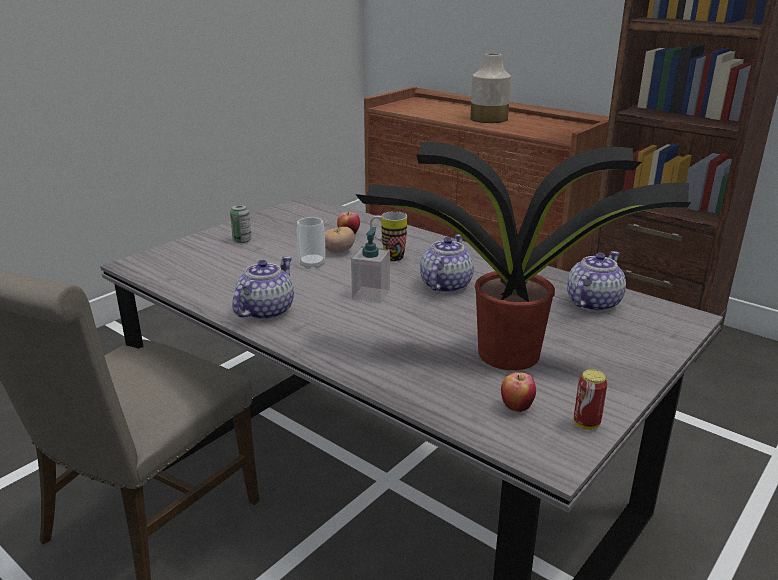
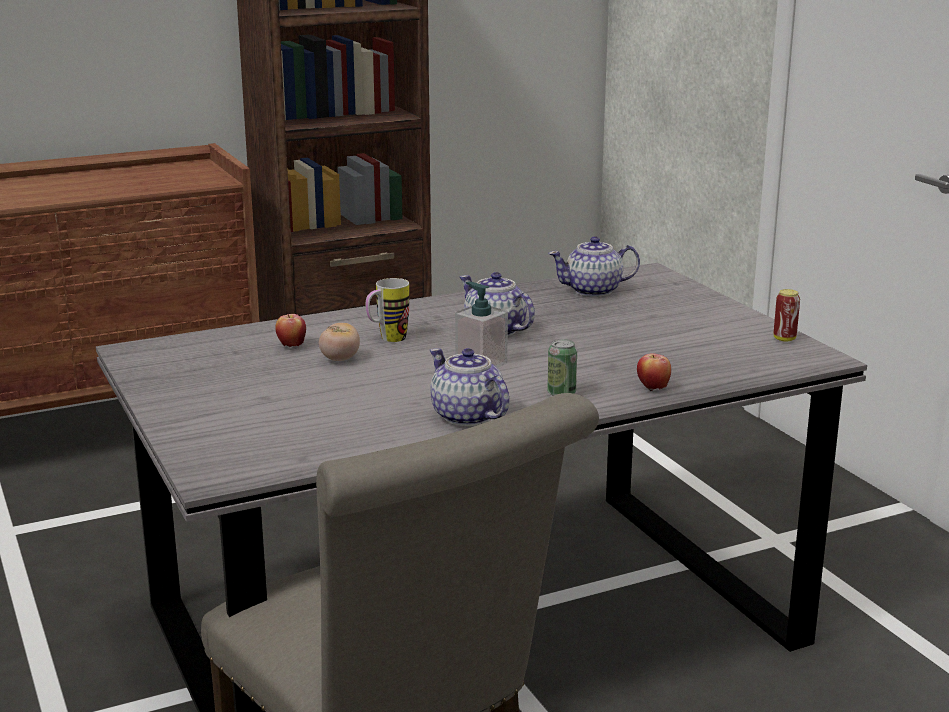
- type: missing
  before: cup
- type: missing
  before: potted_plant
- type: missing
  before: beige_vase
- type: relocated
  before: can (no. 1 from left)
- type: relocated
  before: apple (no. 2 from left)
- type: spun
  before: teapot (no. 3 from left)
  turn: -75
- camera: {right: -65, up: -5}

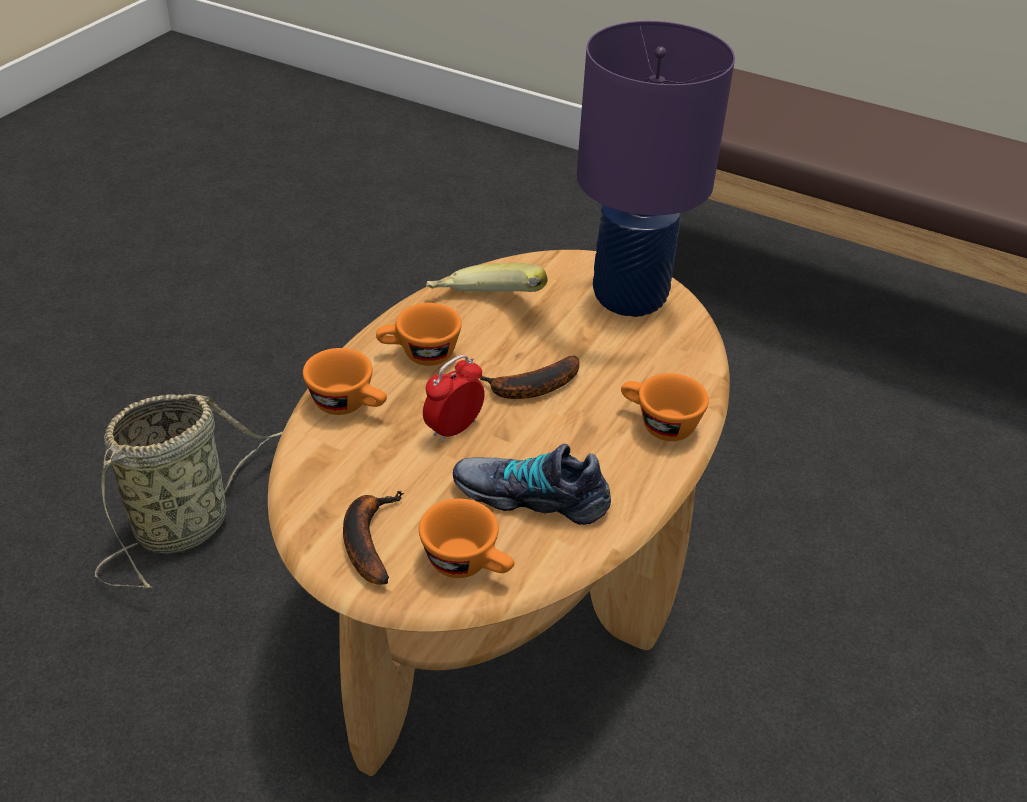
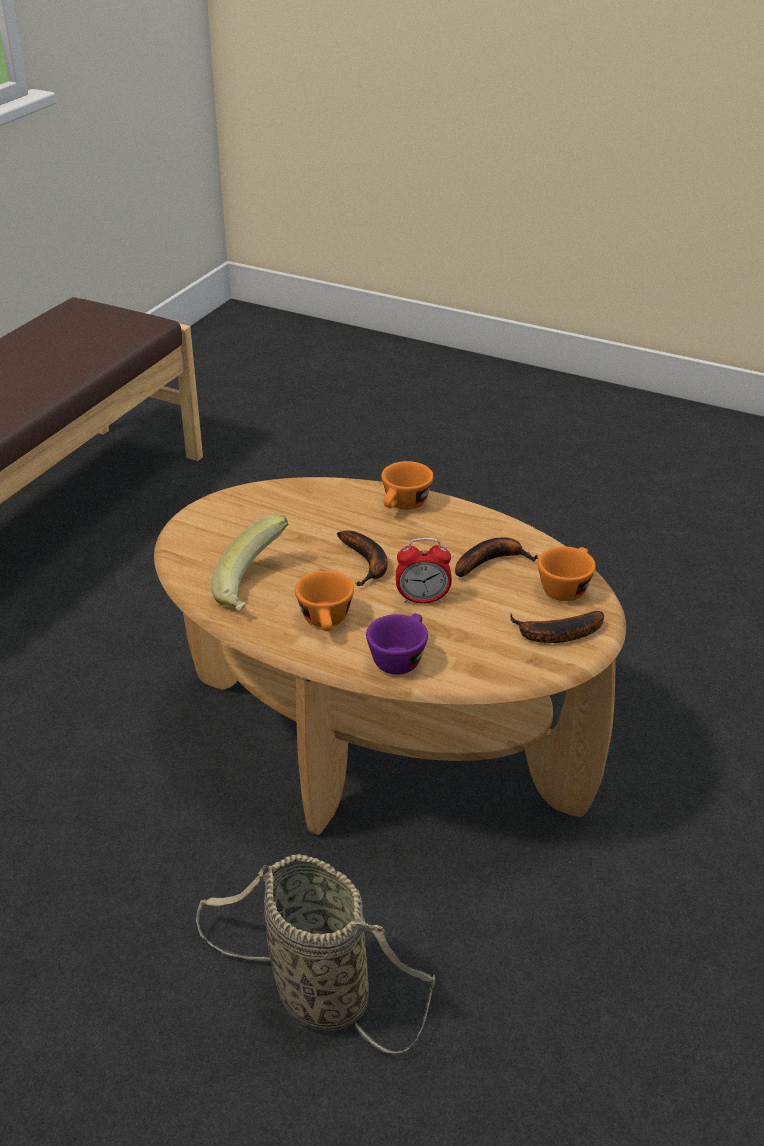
- type: missing
  before: purple_table_lamp
- type: exchanged
  before: shoe
  after: banana (no. 3 from left)
- type: colour
  before: orange_cup (no. 1 from left)
  after: purple_cup
- type: spun
  before: alarm_clock
  turn: -45
- camera: {right: -90, up: -5}

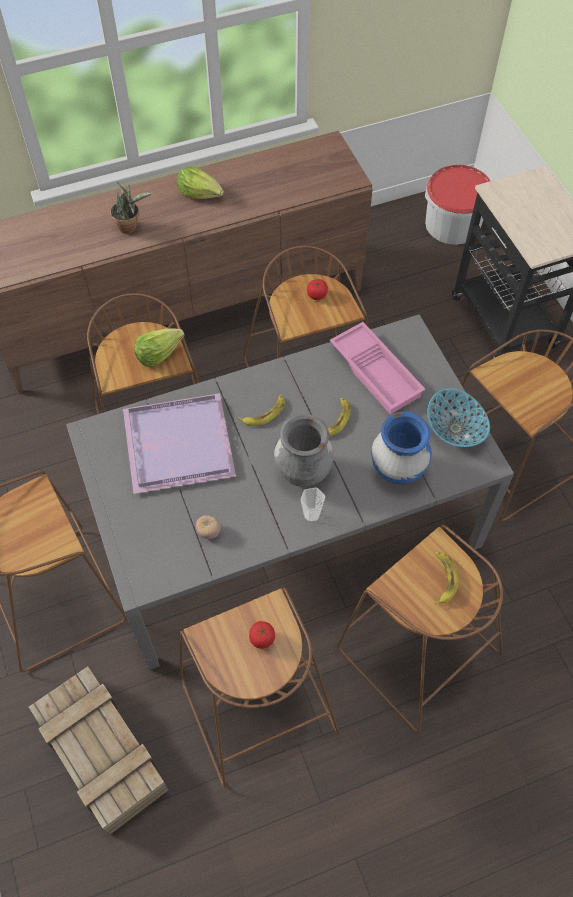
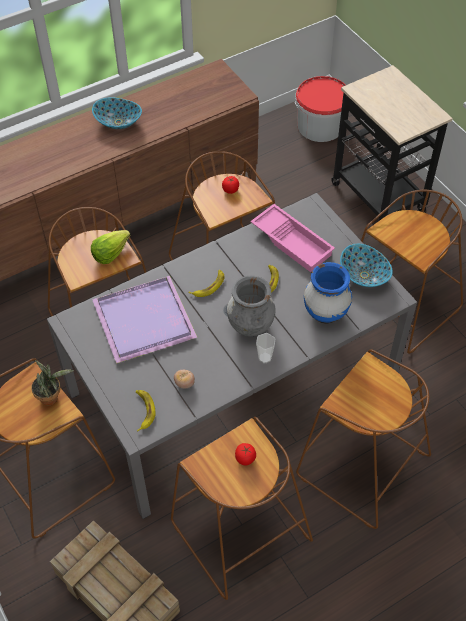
- type: relocated
  before: potted_plant
- type: relocated
  before: banana (no. 3 from left in the first image)
  after: banana (no. 1 from left)
- type: exchanged
  before: lettuce (no. 2 from left)
  after: bowl (no. 1 from left)
- camera: {right: -10, up: -5}

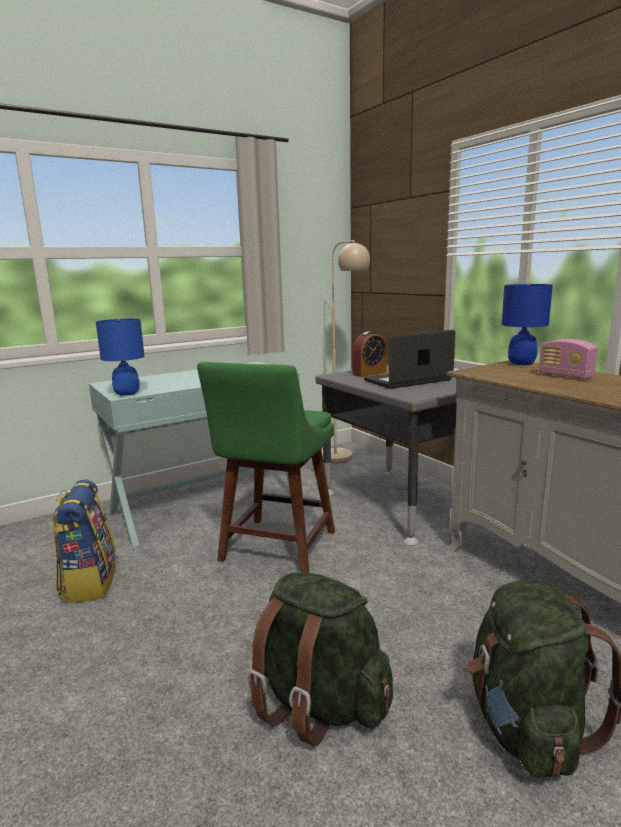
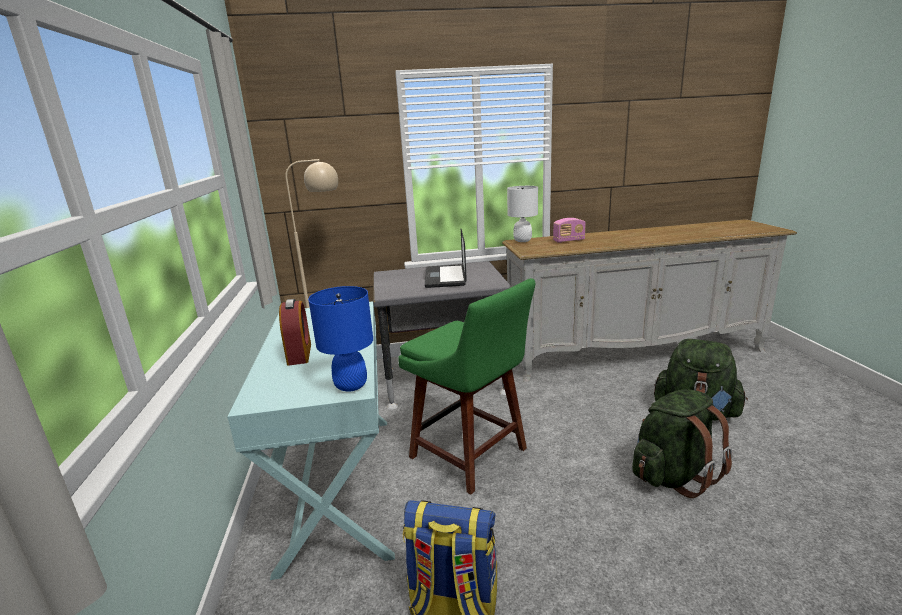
- type: relocated
  before: alarm_clock
- type: colour
  before: blue_table_lamp (no. 2 from left)
  after: white_table_lamp
- camera: {right: -65, up: 5}

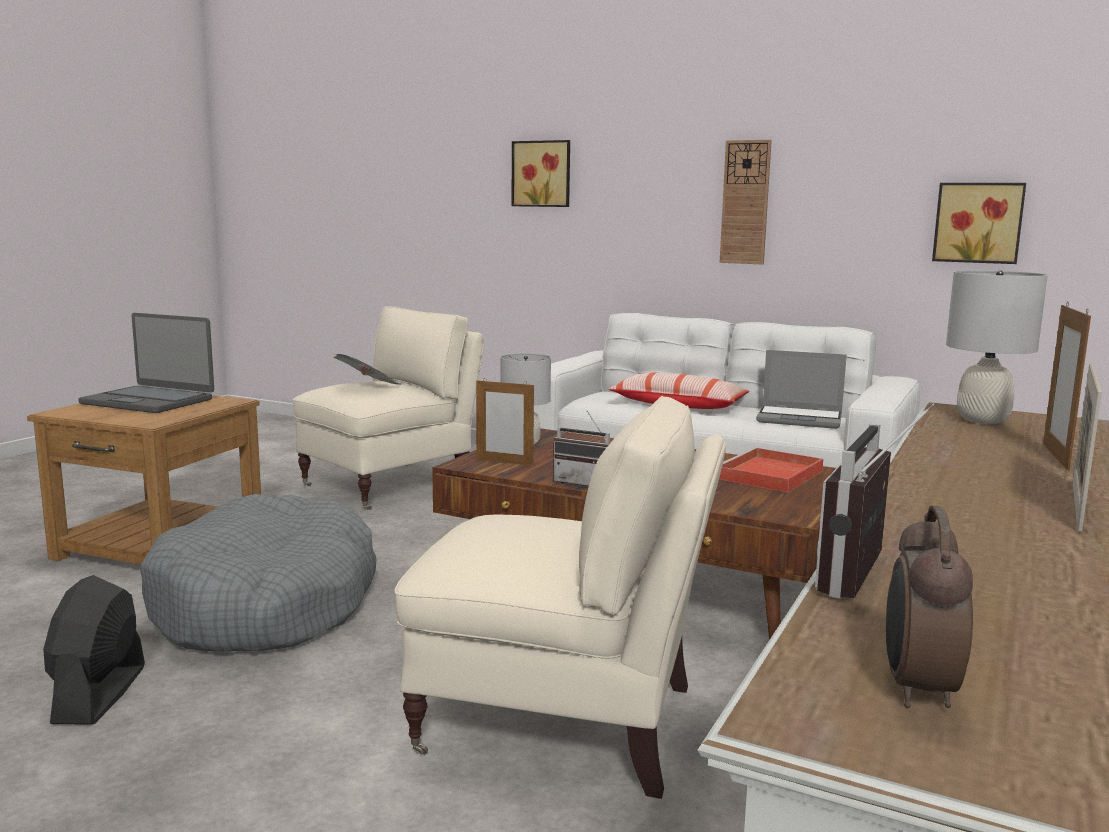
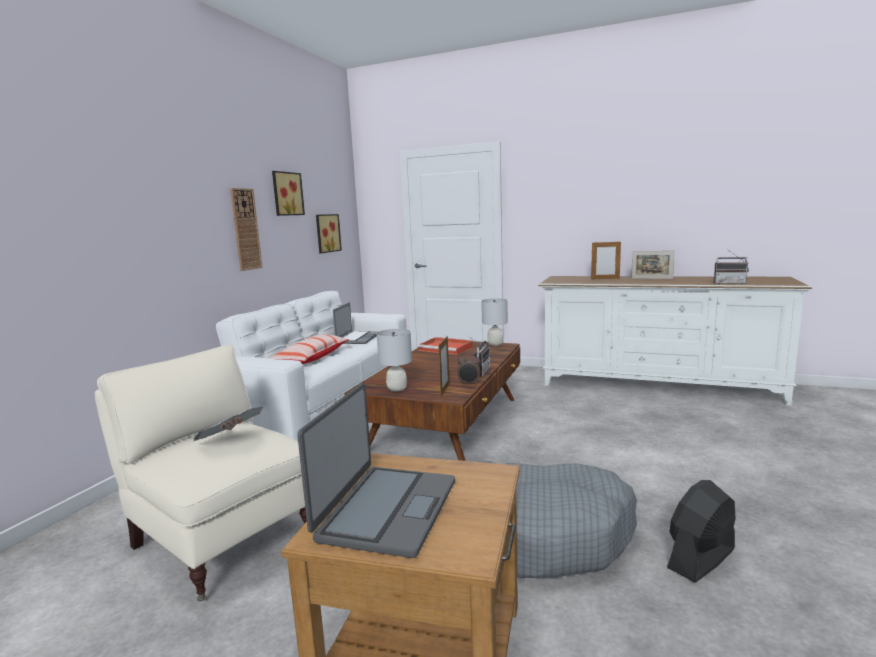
- type: missing
  before: beige_armchair (no. 2 from left)
- type: relocated
  before: picture (no. 1 from left)
- type: relocated
  before: alarm_clock
- type: relocated
  before: grey_table_lamp (no. 2 from left)
- type: spun
  before: black_fan
  turn: 150
- camera: {right: -95, up: 0}

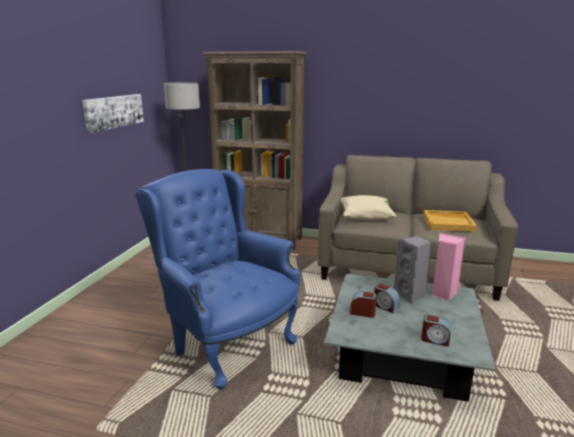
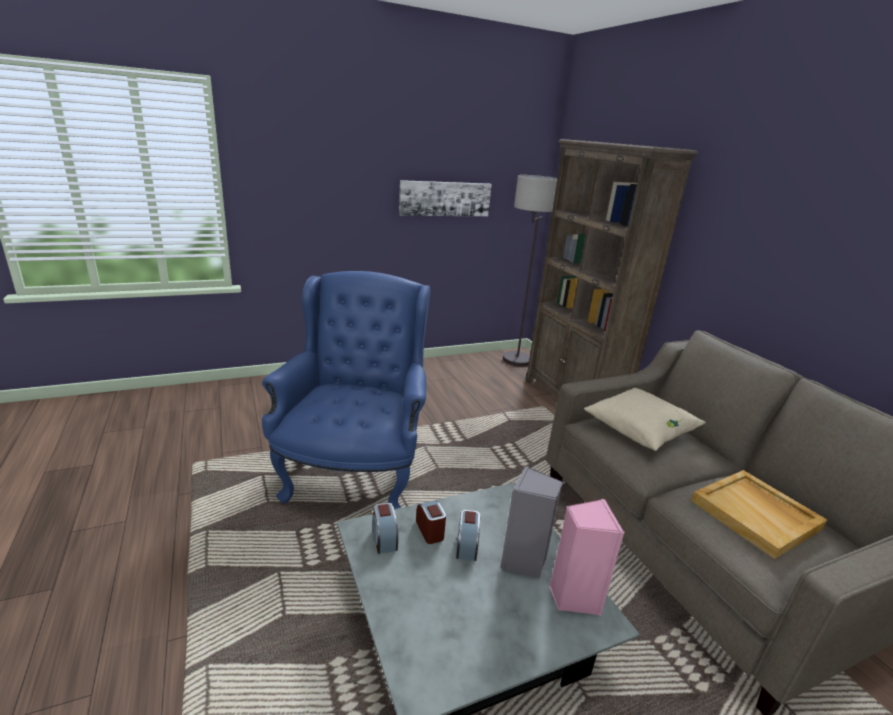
- type: relocated
  before: alarm_clock (no. 3 from left in the first image)
  after: alarm_clock (no. 1 from left)
- camera: {right: 50, up: 5}

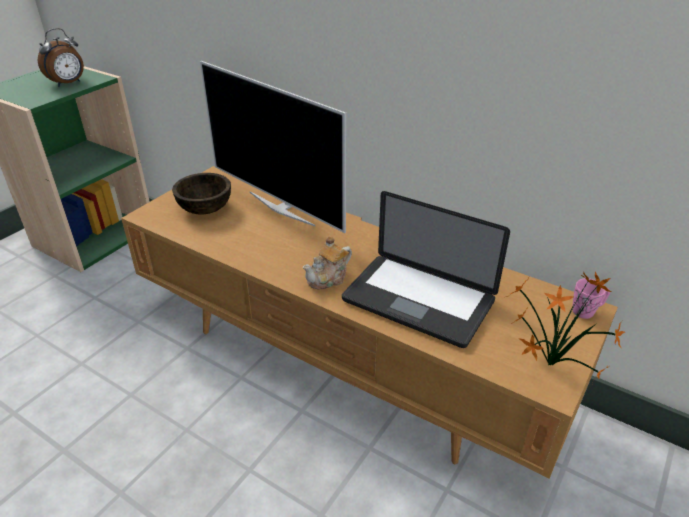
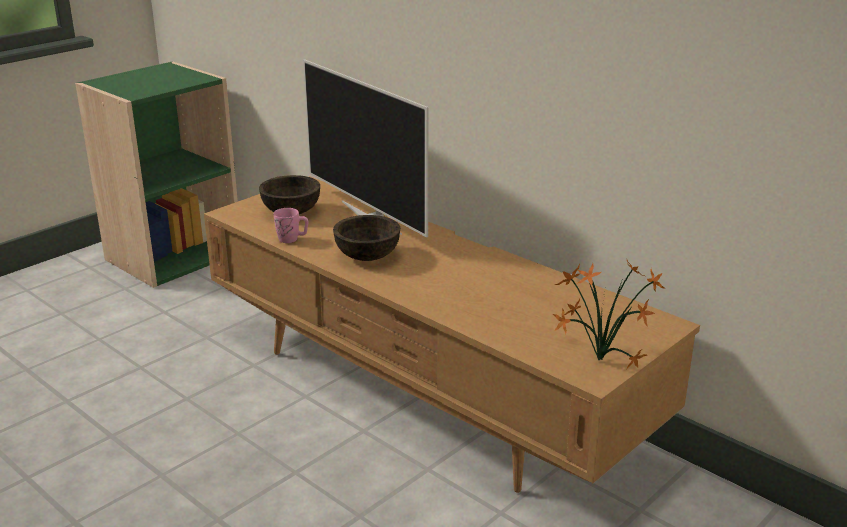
- type: missing
  before: alarm_clock
- type: missing
  before: teapot
- type: missing
  before: laptop
- type: appeared
  after: brown_bowl (no. 2 from left)
- type: relocated
  before: pink_mug
- camera: {right: 10, up: -10}

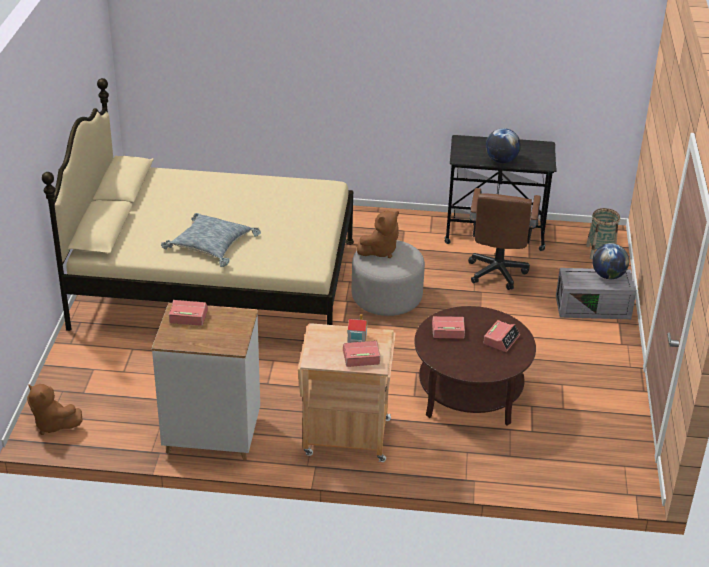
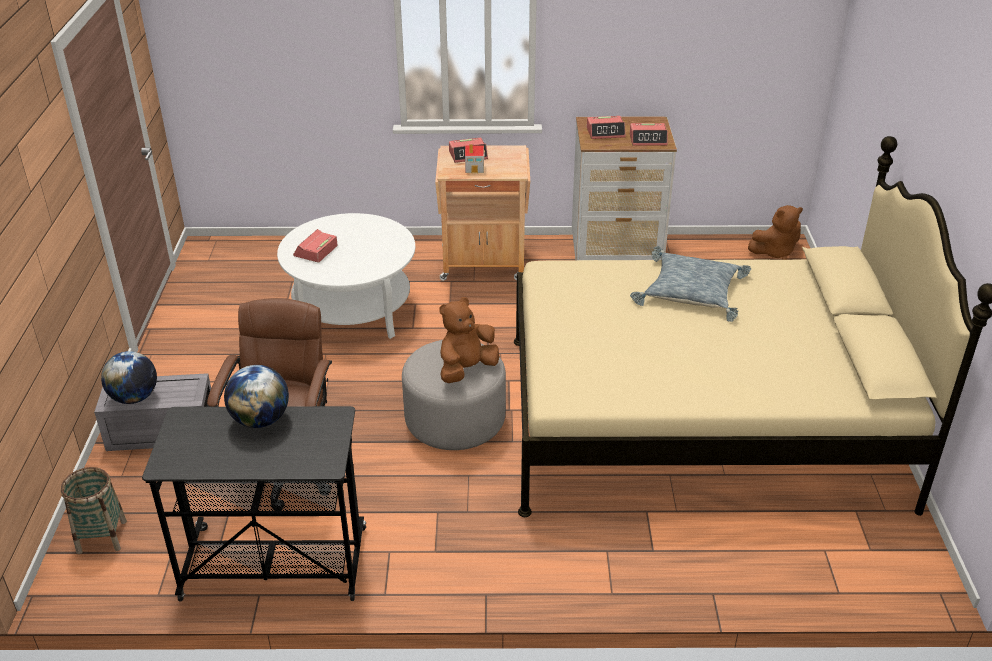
- type: relocated
  before: alarm_clock (no. 3 from left)
- type: colour
  before: brown_coffee_table
  after: white_coffee_table
- type: spun
  before: brown_plush_toy (no. 1 from left in the first image)
  turn: 135
- camera: {right: 175, up: 0}

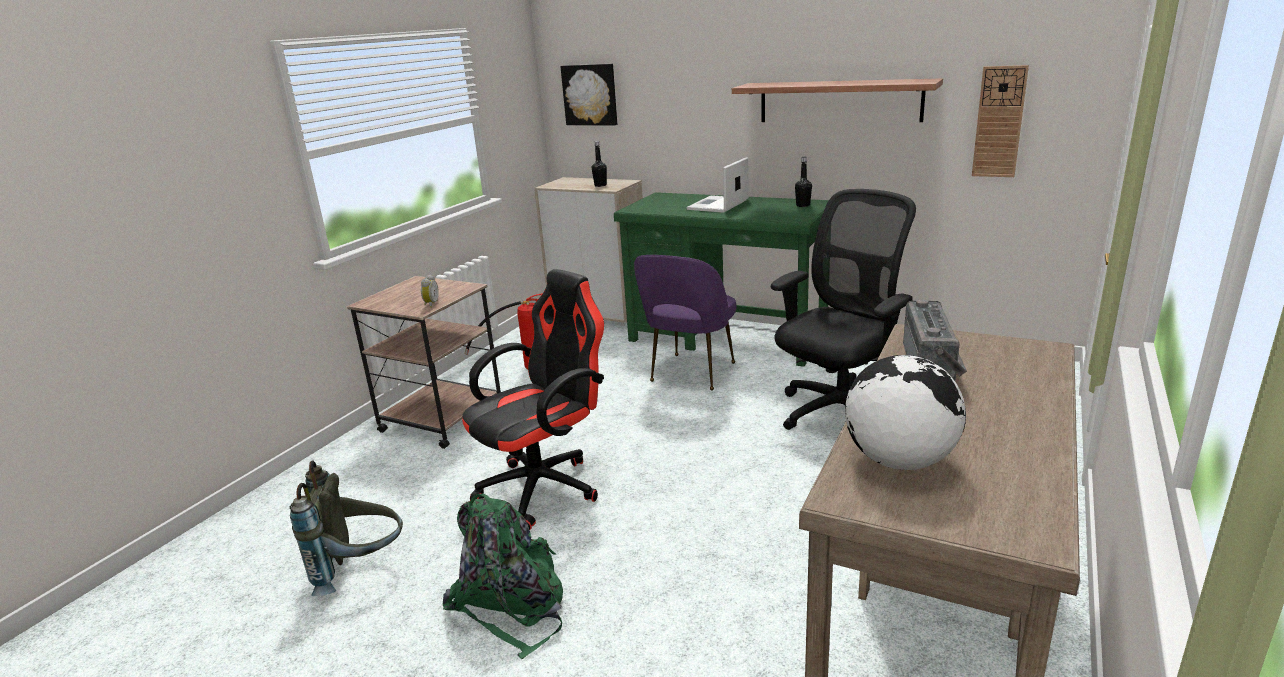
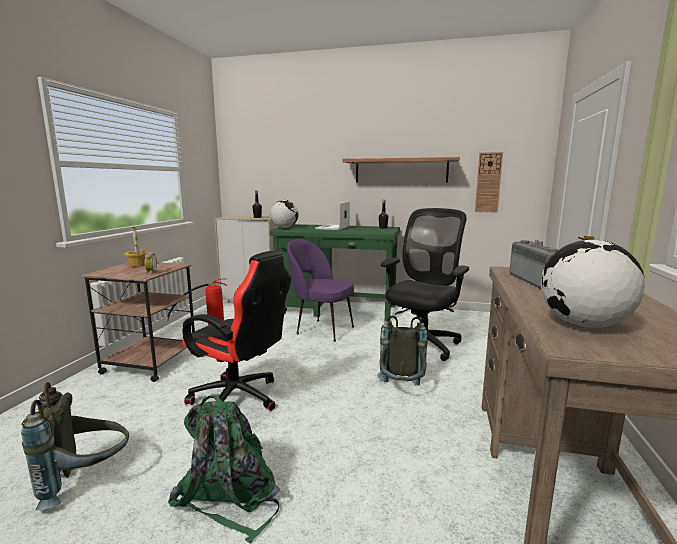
- type: missing
  before: picture
- type: appeared
  after: potted_plant
- type: appeared
  after: globe (no. 1 from left)
- type: appeared
  after: grey_backpack (no. 2 from left)
- type: spun
  before: black_office_chair (no. 1 from left)
  turn: 90
- type: spun
  before: purple_chair
  turn: 105
- camera: {right: -15, up: -10}

